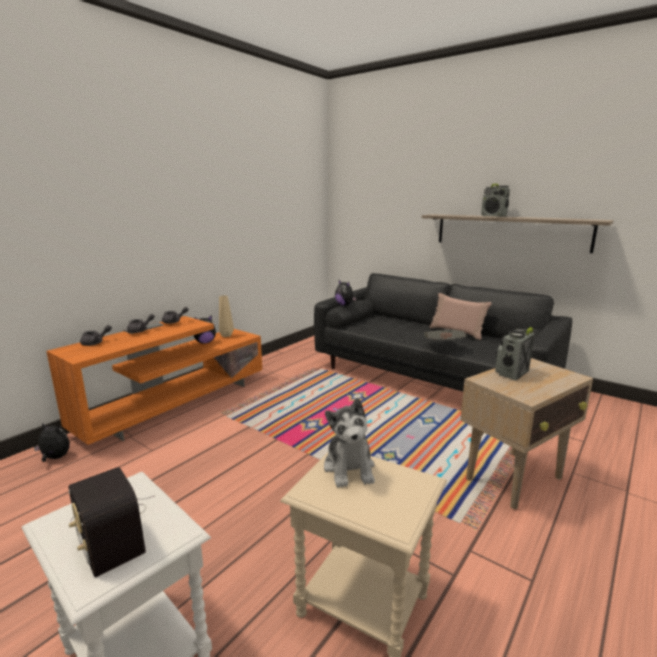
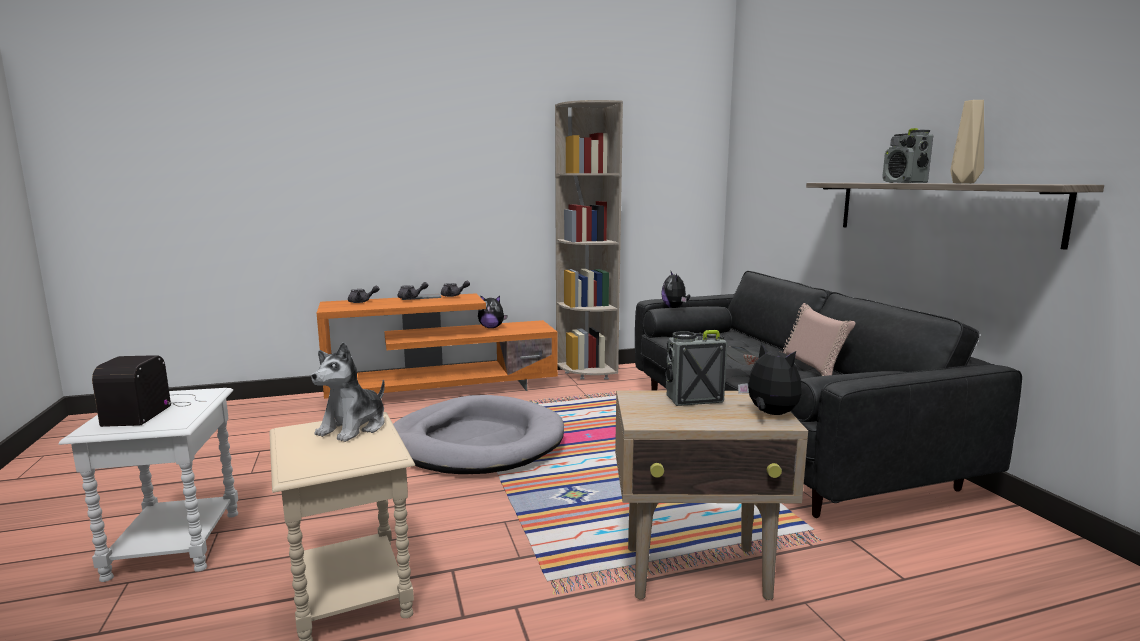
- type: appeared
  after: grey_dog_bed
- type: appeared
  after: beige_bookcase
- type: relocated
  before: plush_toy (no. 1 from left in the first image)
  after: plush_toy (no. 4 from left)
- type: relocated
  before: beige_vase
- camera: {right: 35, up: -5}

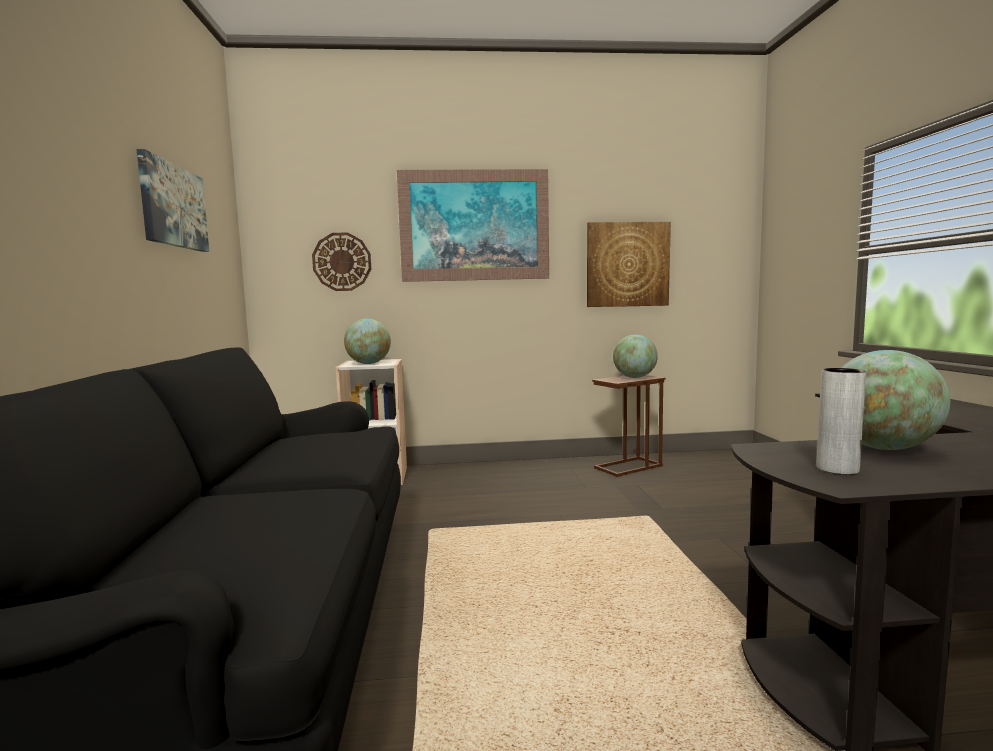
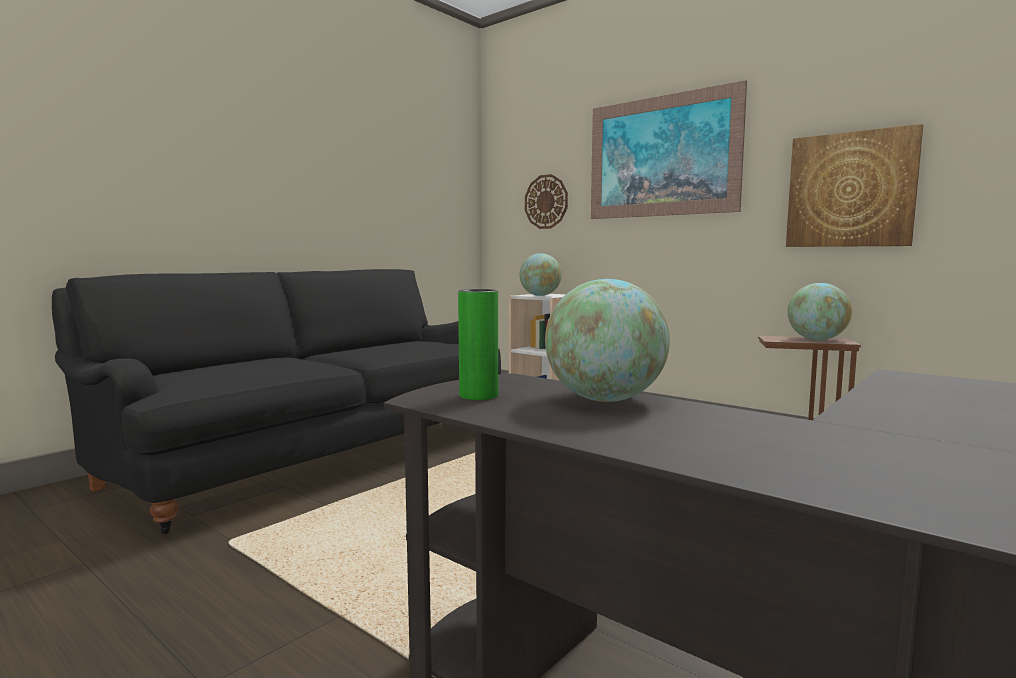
- type: missing
  before: picture (no. 1 from left)
- type: colour
  before: grey_vase
  after: green_vase
- camera: {right: 45, up: 0}

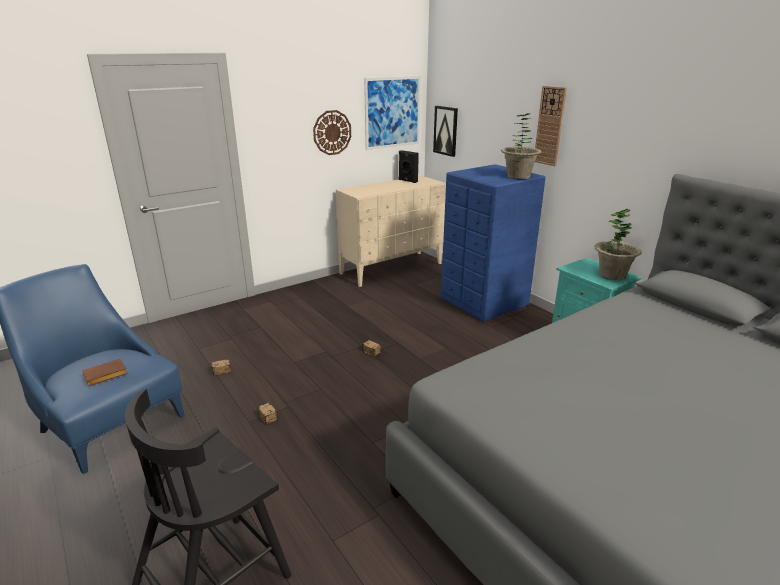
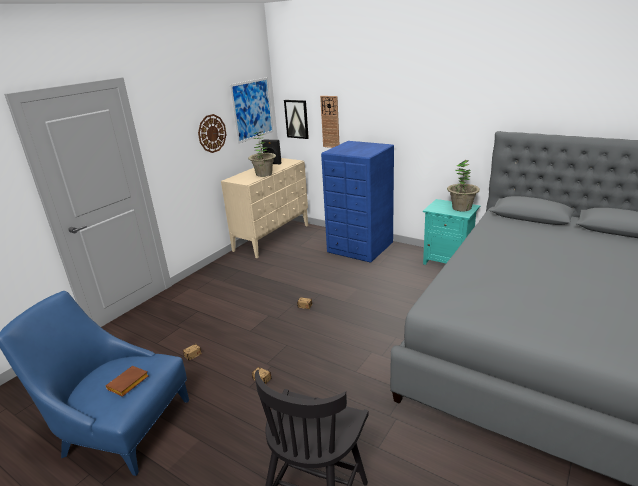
- type: relocated
  before: potted_plant (no. 1 from left)
- type: relocated
  before: wall_clock (no. 2 from left)
- camera: {right: -20, up: 0}

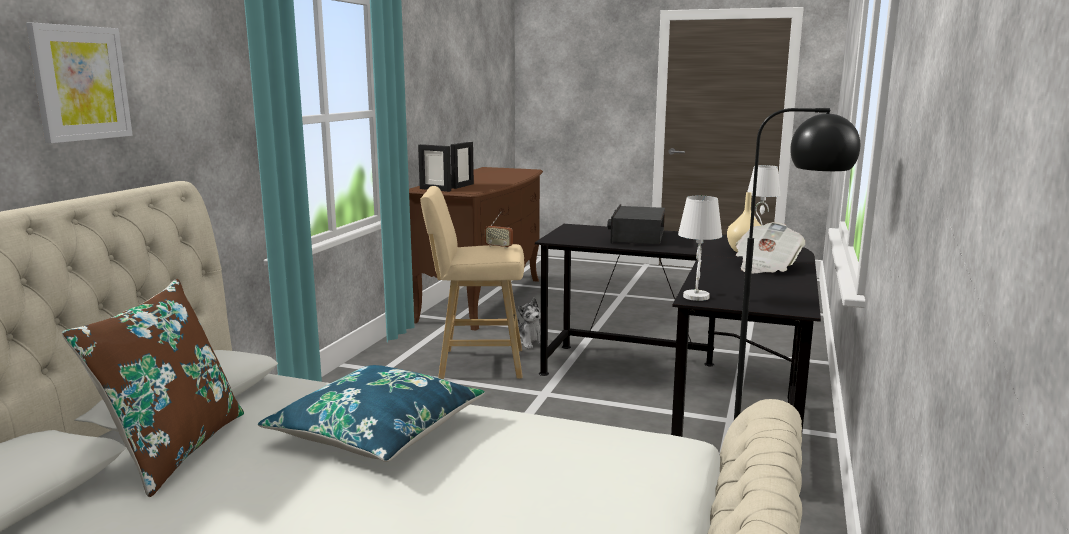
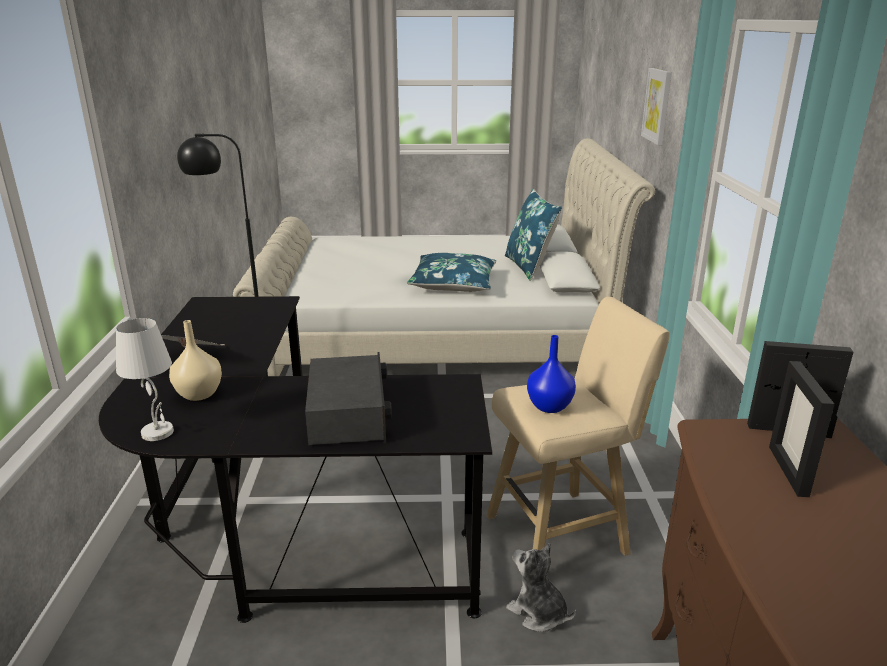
- type: missing
  before: white_table_lamp (no. 1 from left)
- type: exchanged
  before: radio (no. 1 from left)
  after: blue_vase
- type: colour
  before: brown_pillow
  after: blue_pillow (no. 2 from left)
- camera: {right: 160, up: 10}

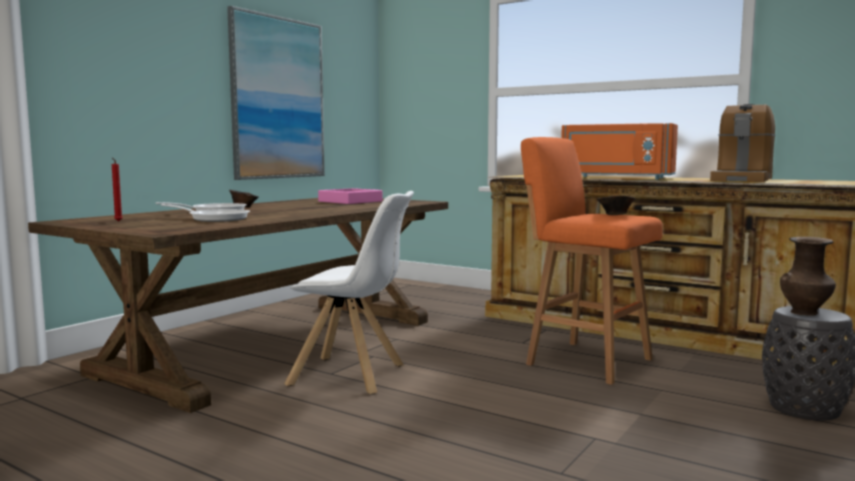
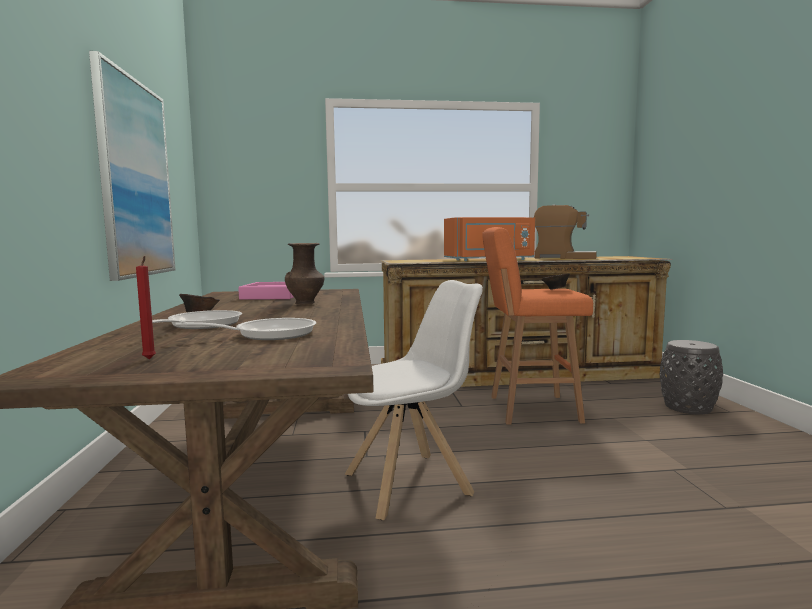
- type: relocated
  before: brown_vase
- type: spun
  before: coffee_machine
  turn: -60
- camera: {right: -40, up: 0}

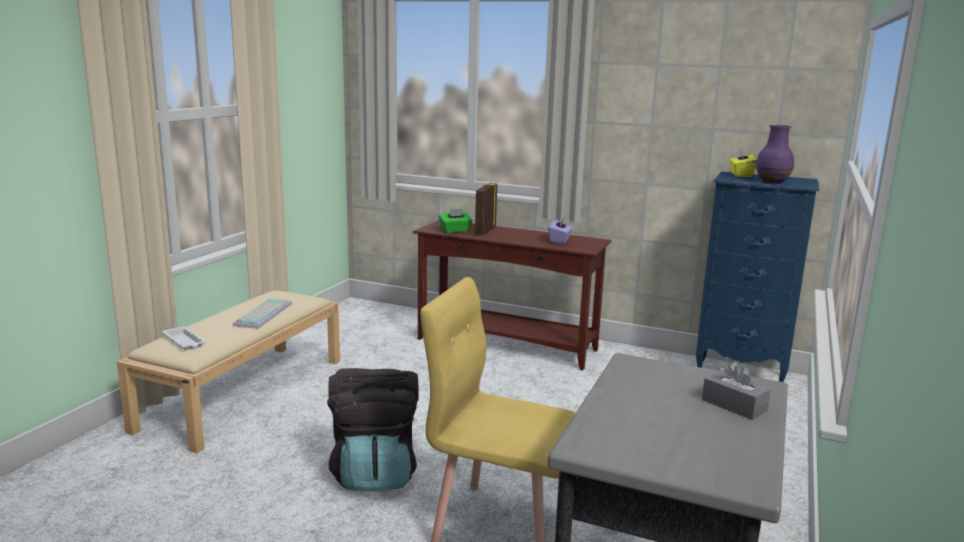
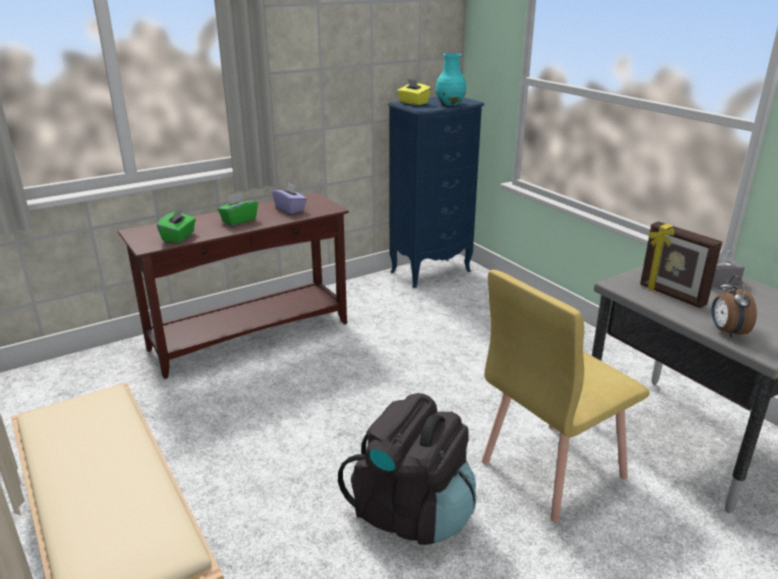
- type: missing
  before: white_tray
- type: missing
  before: keyboard
- type: appeared
  after: green_tissue_box (no. 2 from left)
- type: appeared
  after: alarm_clock
- type: relocated
  before: picture_frame
- type: colour
  before: purple_vase
  after: turquoise_vase
- camera: {right: -55, up: 10}

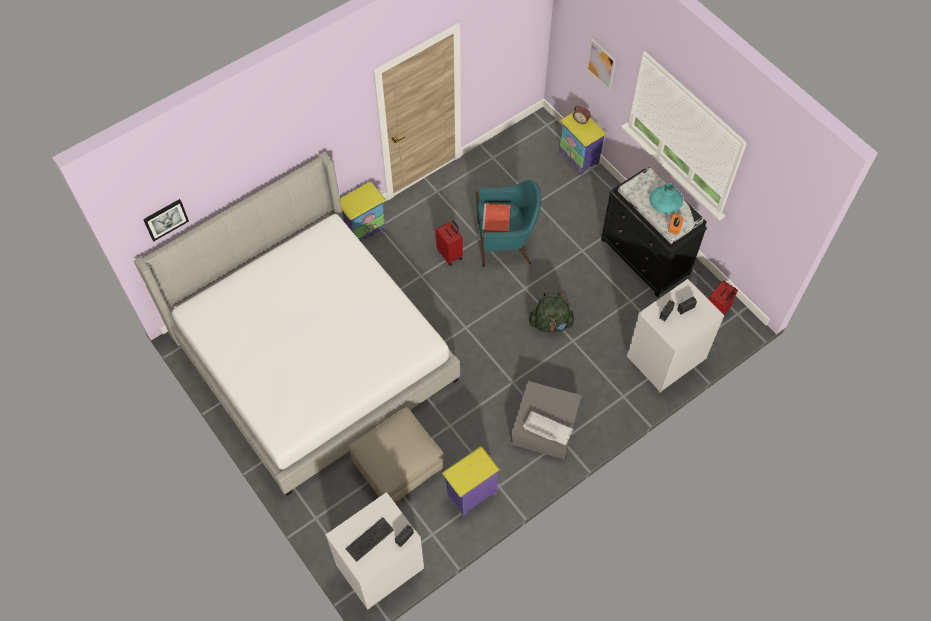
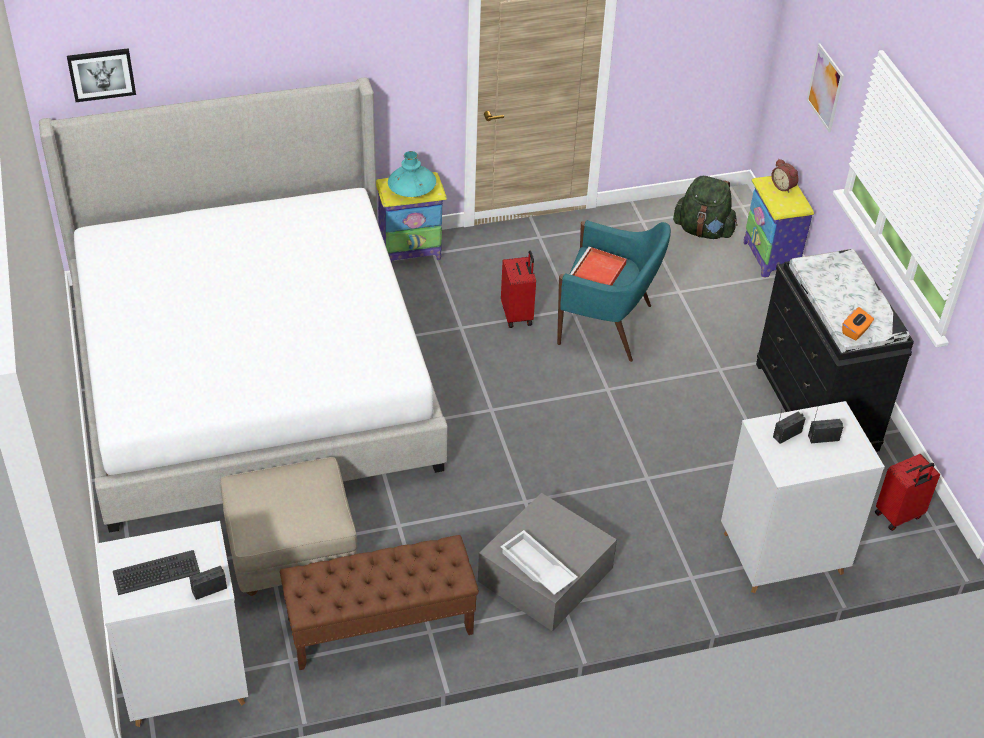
- type: relocated
  before: green_backpack
- type: relocated
  before: turquoise_vase
- type: exchanged
  before: nightstand (no. 2 from left)
  after: brown_bench
- camera: {right: 20, up: -15}

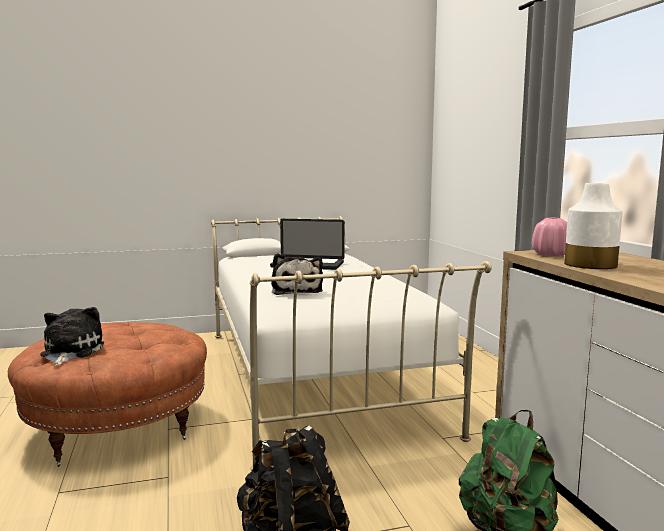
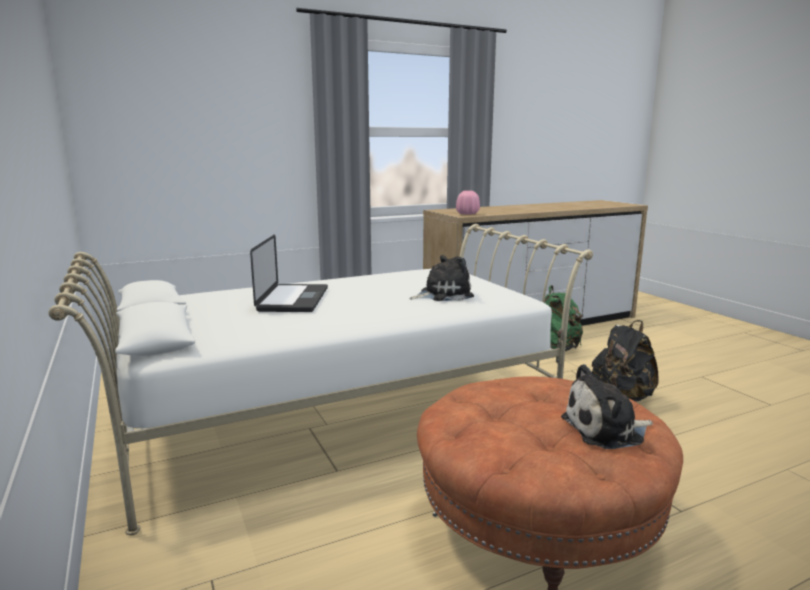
- type: missing
  before: white_vase
- camera: {right: -100, up: 5}

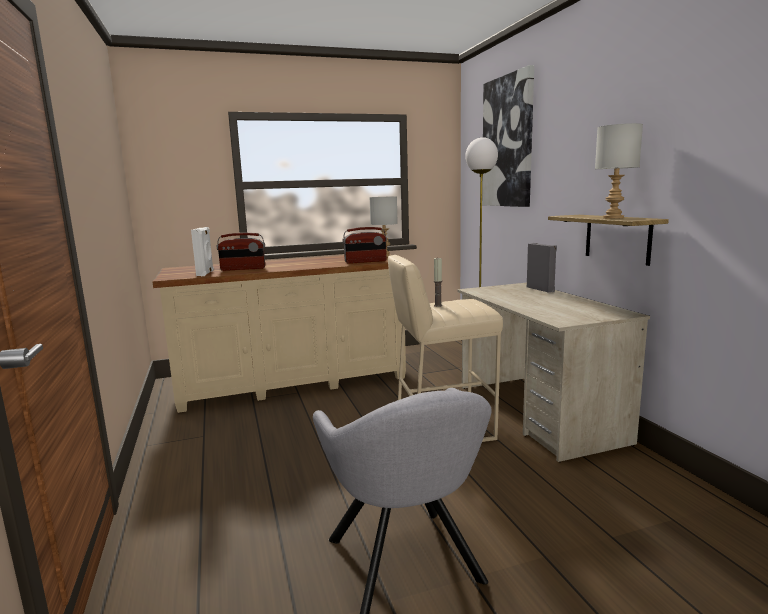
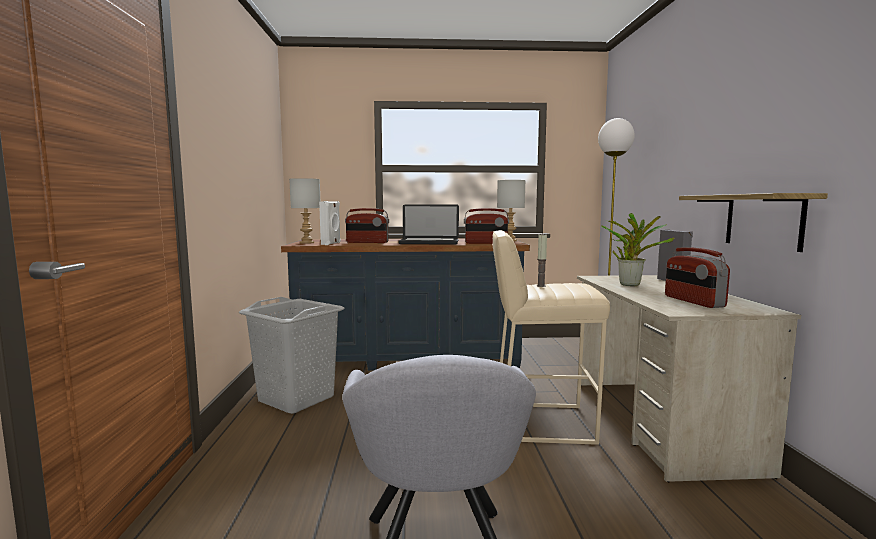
- type: missing
  before: picture
- type: appeared
  after: grey_laundry_basket
- type: appeared
  after: laptop
- type: appeared
  after: potted_plant
- type: appeared
  after: radio (no. 3 from left)
- type: relocated
  before: grey_table_lamp (no. 2 from left in the first image)
  after: grey_table_lamp (no. 1 from left)
- type: colour
  before: beige_dresser
  after: blue_dresser
- camera: {right: 15, up: -5}

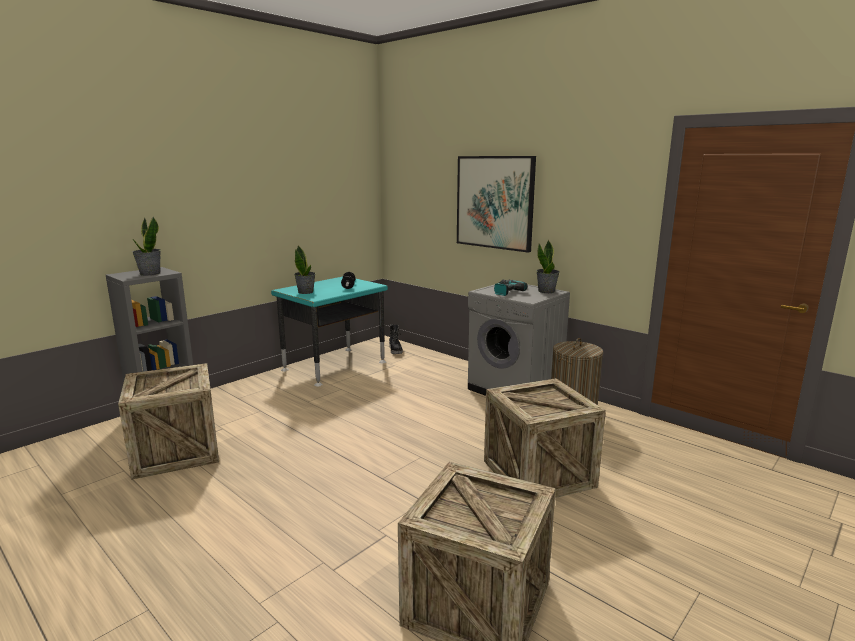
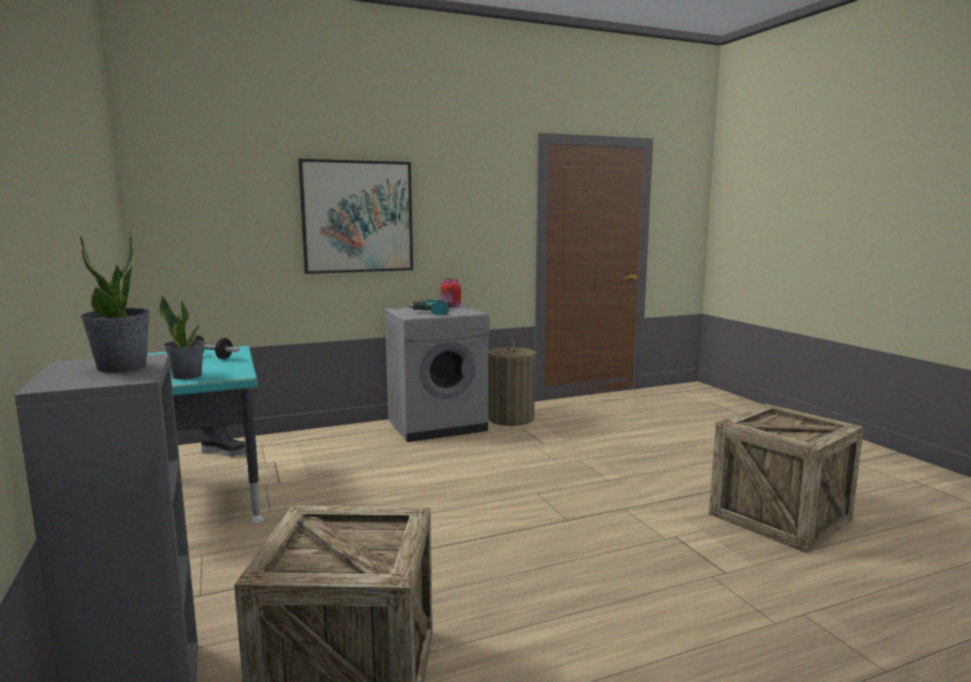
- type: missing
  before: crate (no. 3 from left)
- type: exchanged
  before: potted_plant (no. 3 from left)
  after: red_jar
- camera: {right: -65, up: -5}

